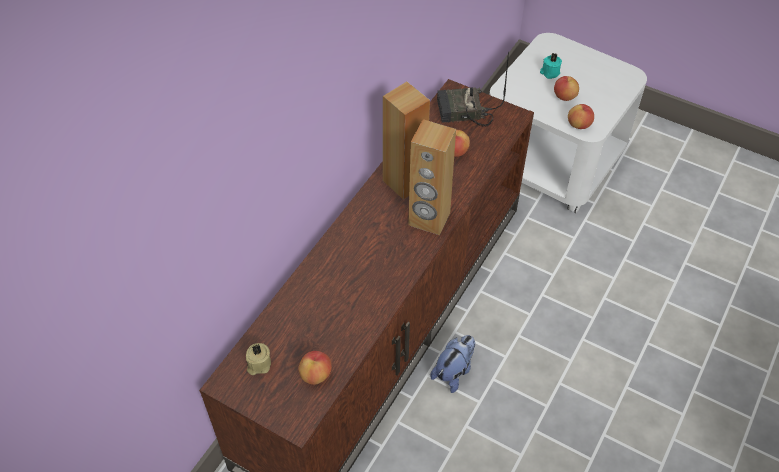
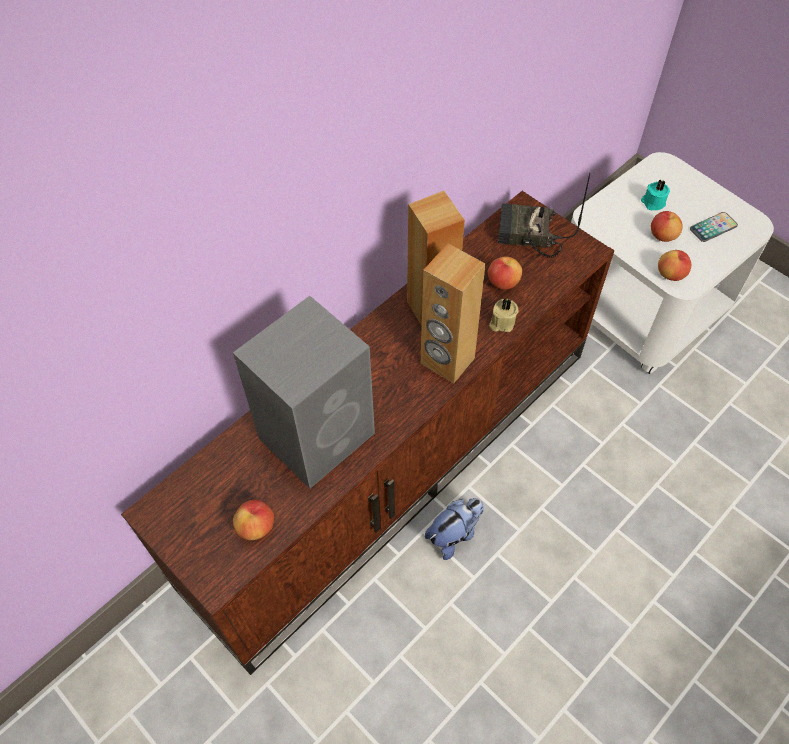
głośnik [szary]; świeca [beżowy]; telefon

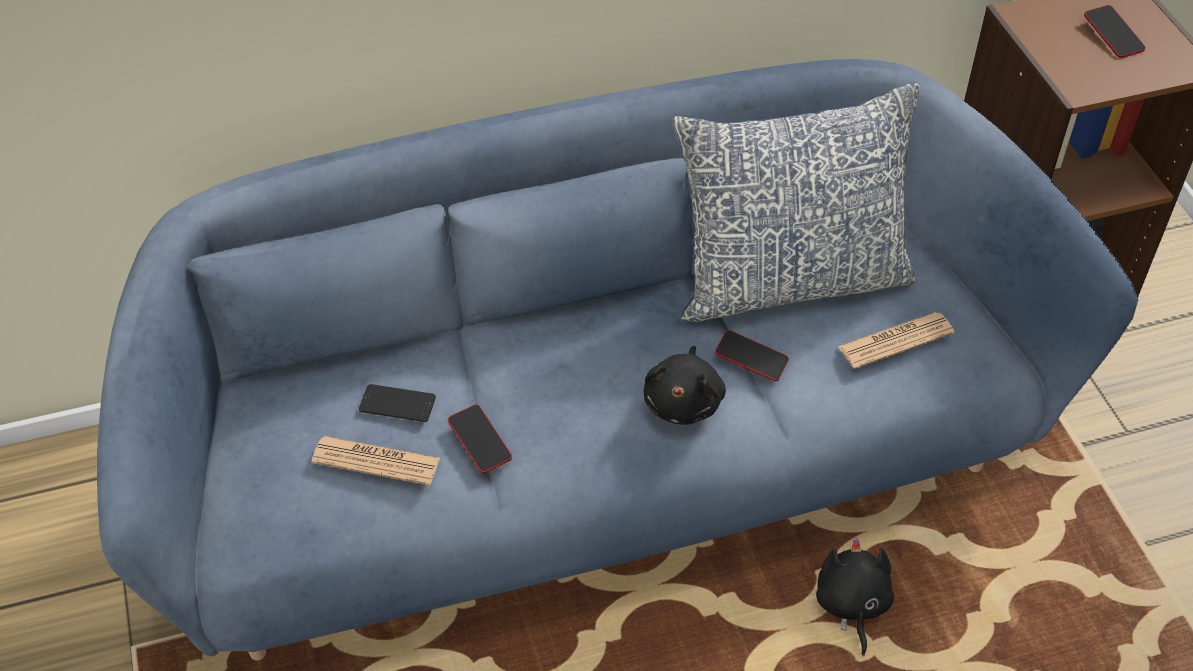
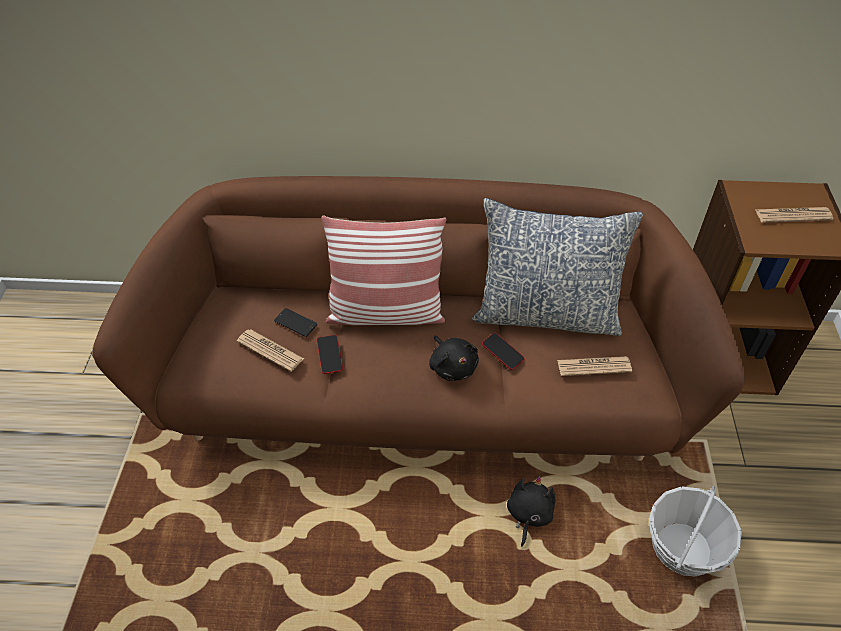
kanapa [brązowy]; poduszka (no. 1 from left); pluszak [czarny] (no. 1 from left); koszyk; gazeta (no. 3 from left)

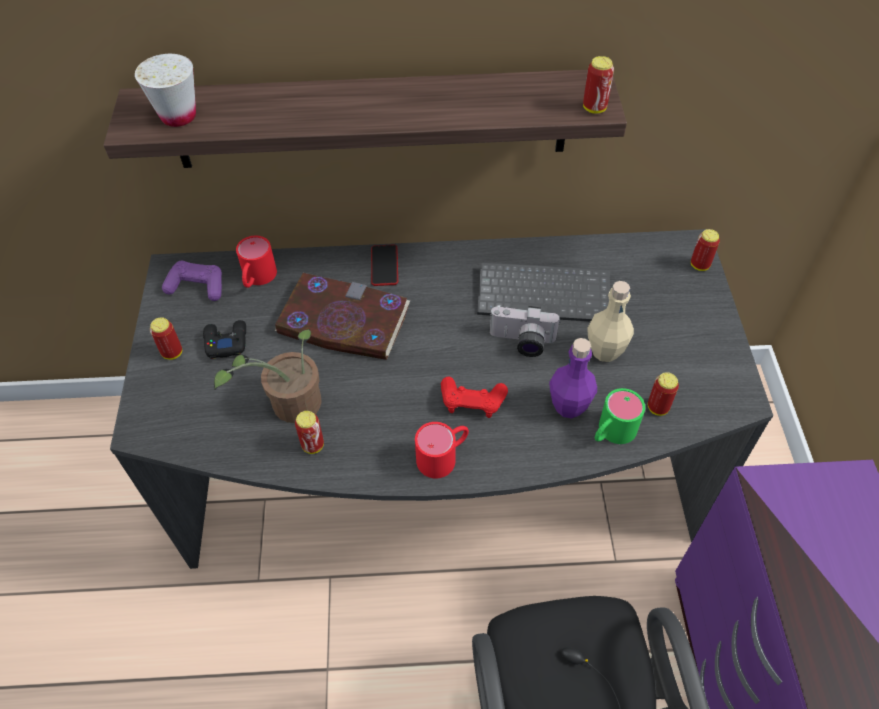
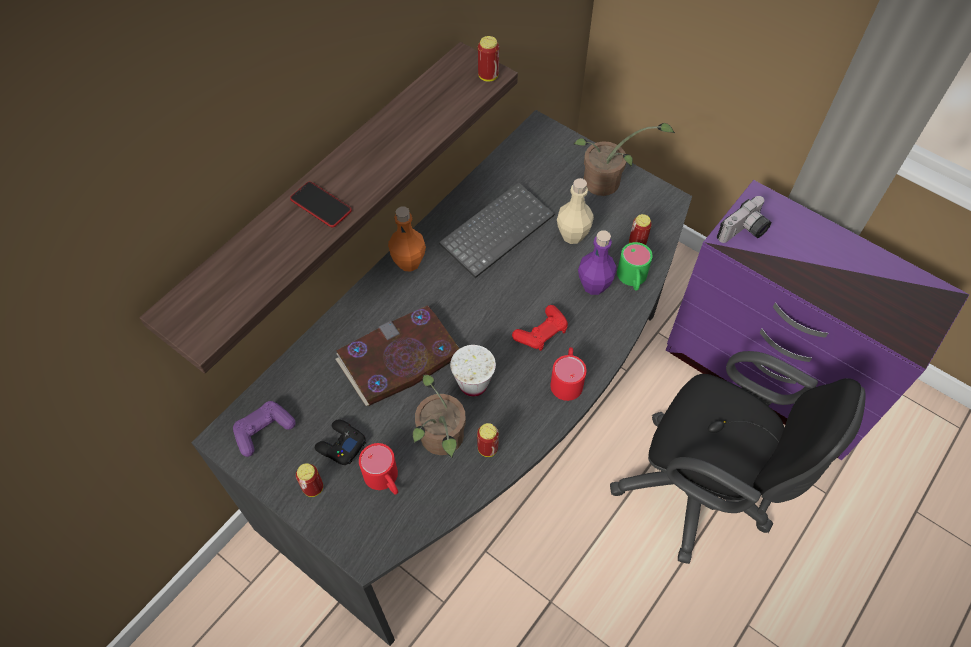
telefon; kubek [czerwony] (no. 1 from left); butelka [pomarańczowy]; filiżanka [biały]; roślina doniczkowa (no. 2 from left); aparat fotograficzny; puszka (no. 5 from left in the first image)

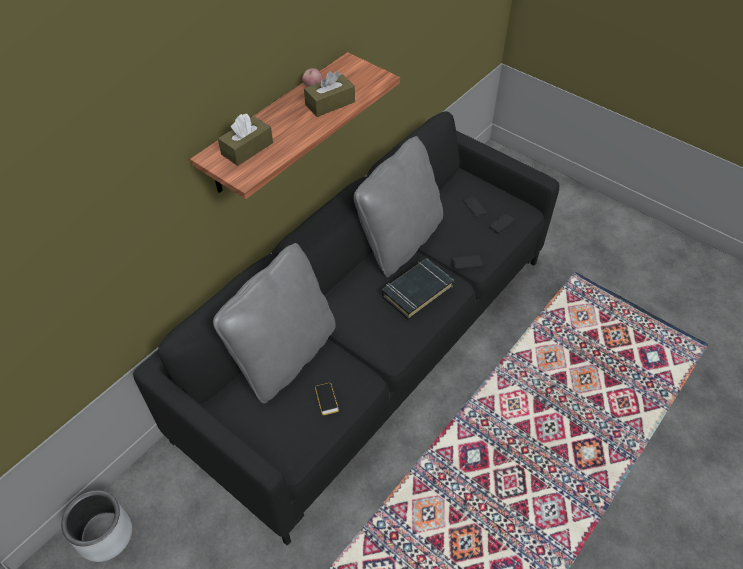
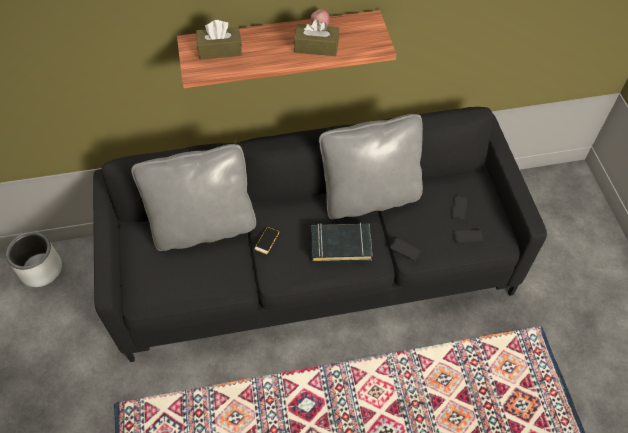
telefon (no. 1 from left)

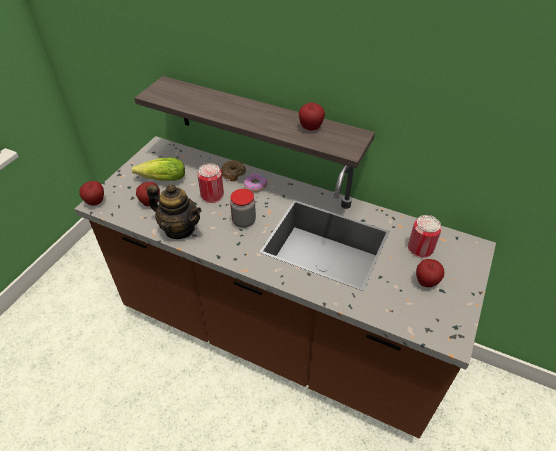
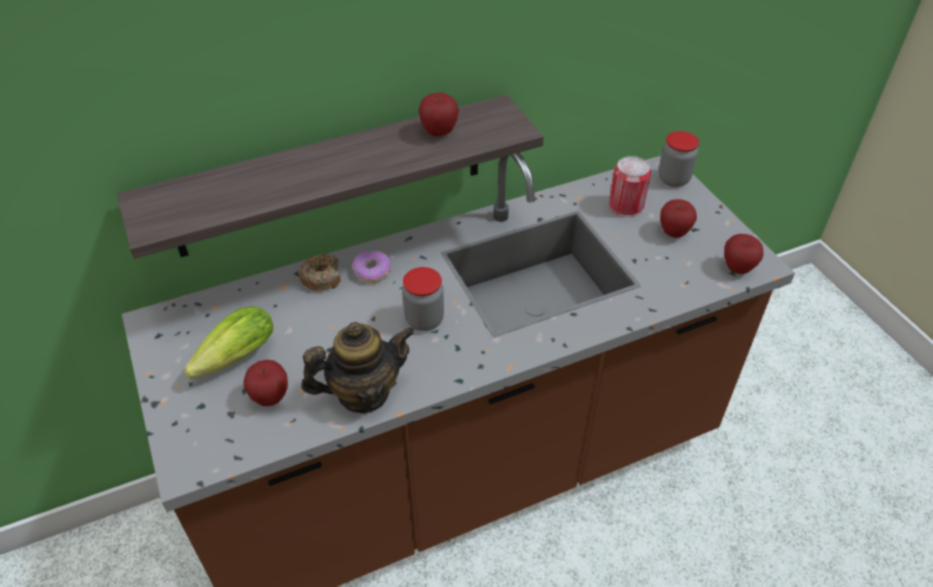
słoik (no. 2 from left); jabłko (no. 4 from left); puszka (no. 1 from left in the first image)

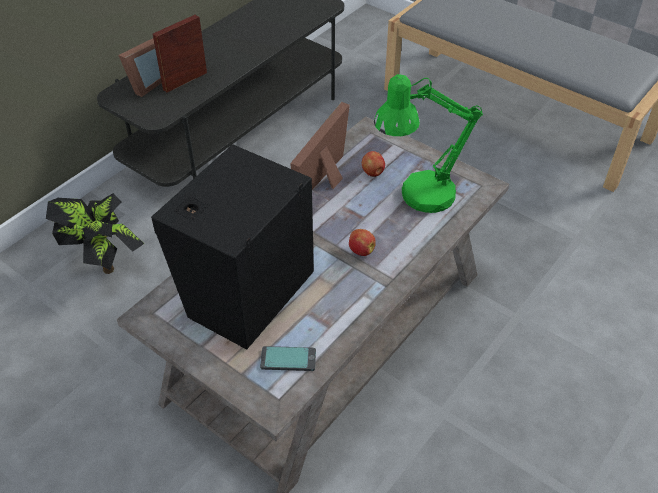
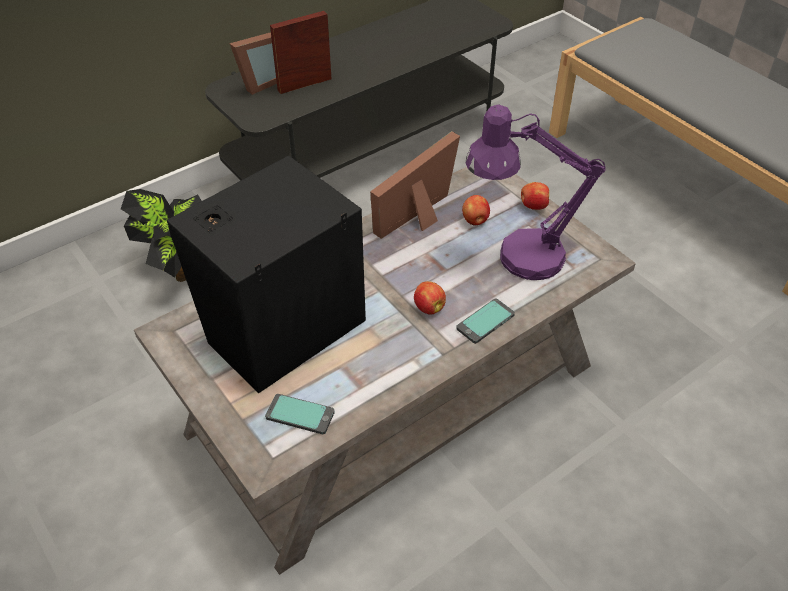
telefon (no. 2 from left); lampa stołowa [fioletowy]; jabłko (no. 3 from left)

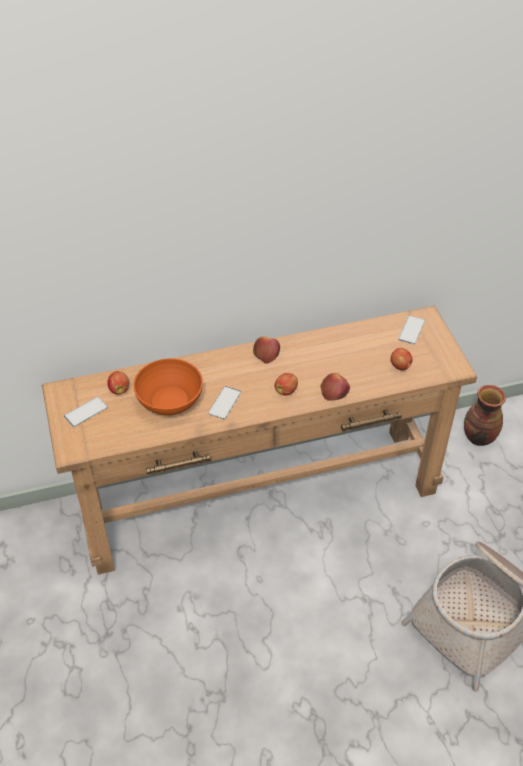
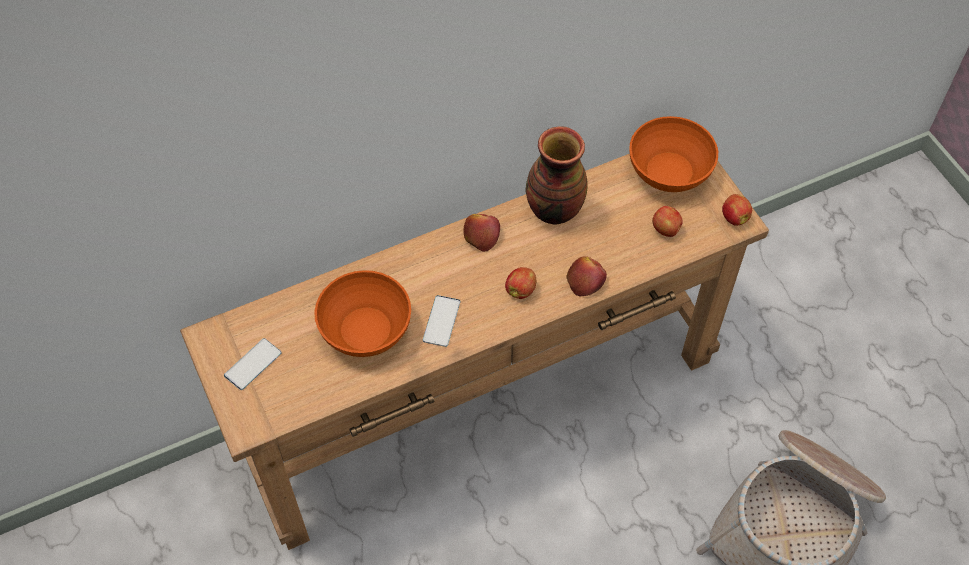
wazon; miska [pomarańczowy] (no. 2 from left); jabłko (no. 5 from left)

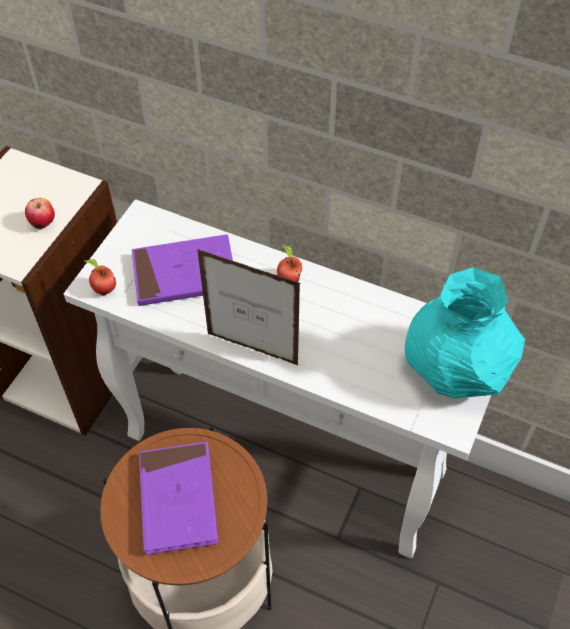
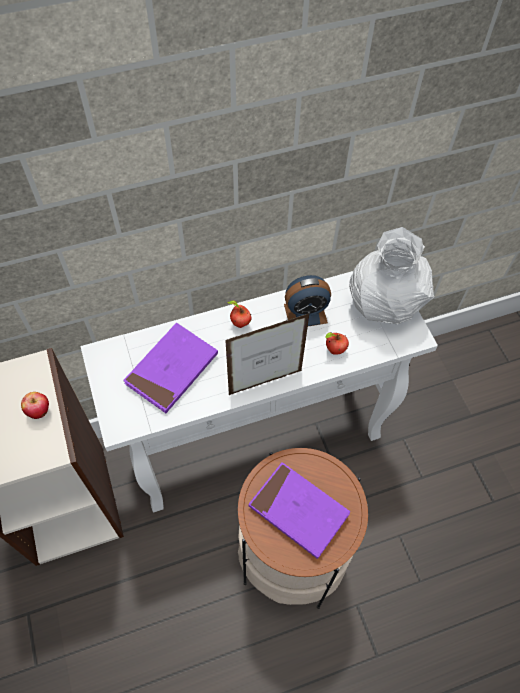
budzik; jabłko (no. 3 from left); wazon [biały]

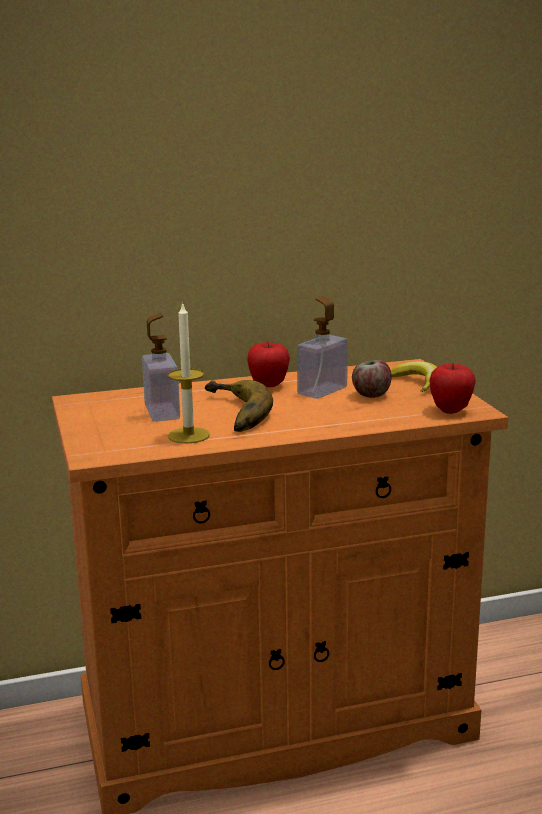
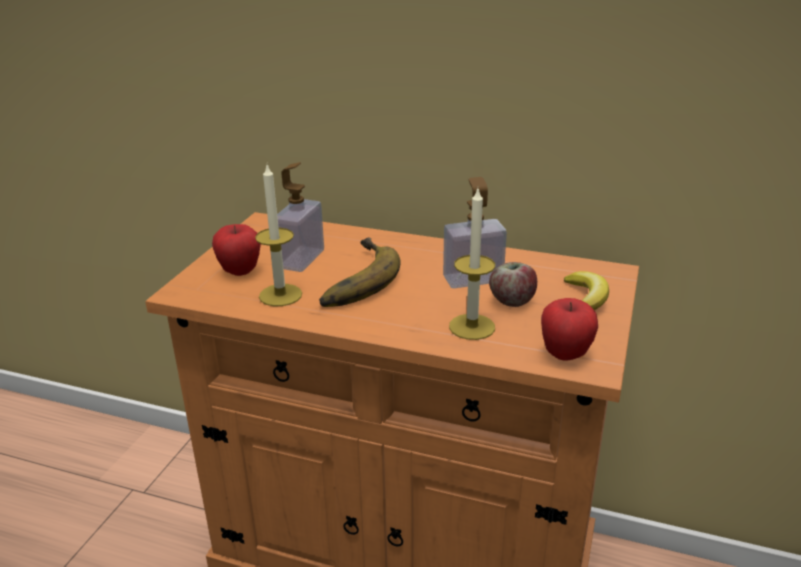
jabłko (no. 1 from left); świeca (no. 2 from left)

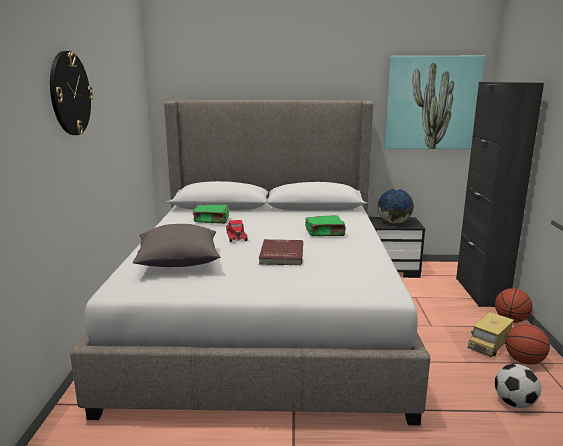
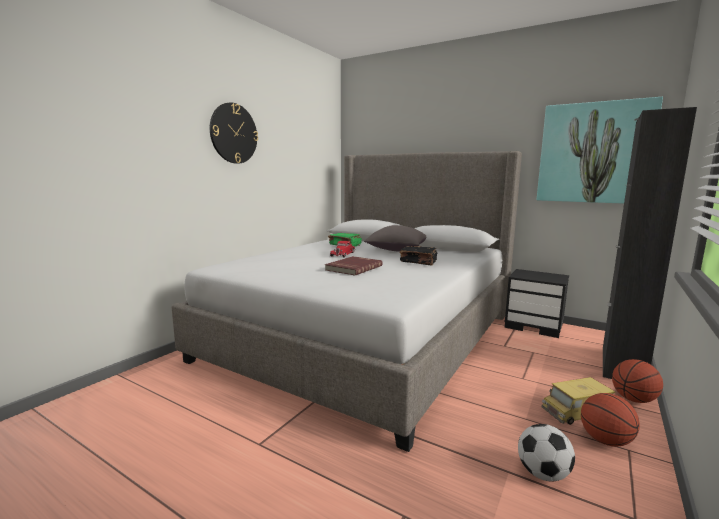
poduszka [szary]; książka [czarny]; globus

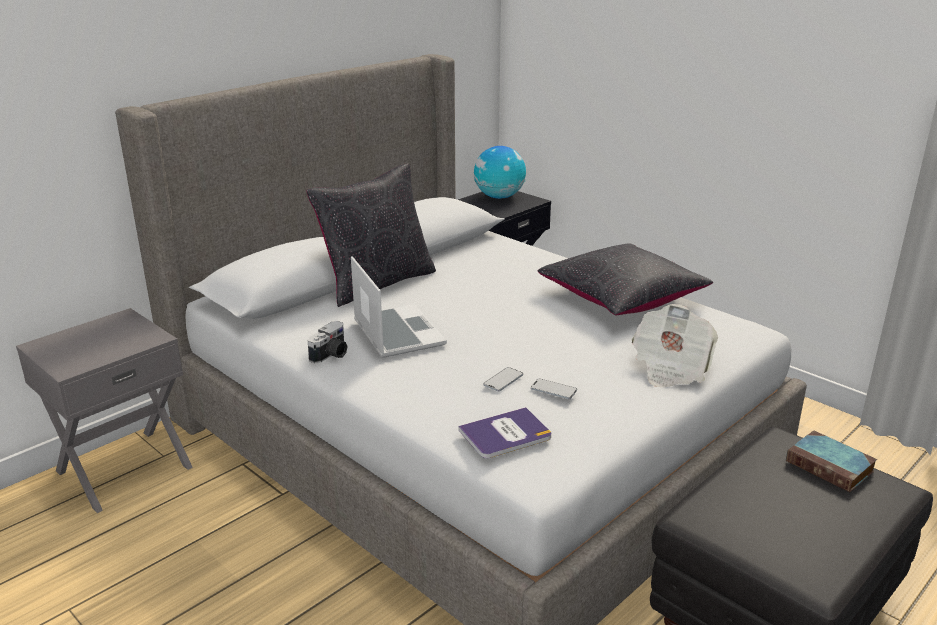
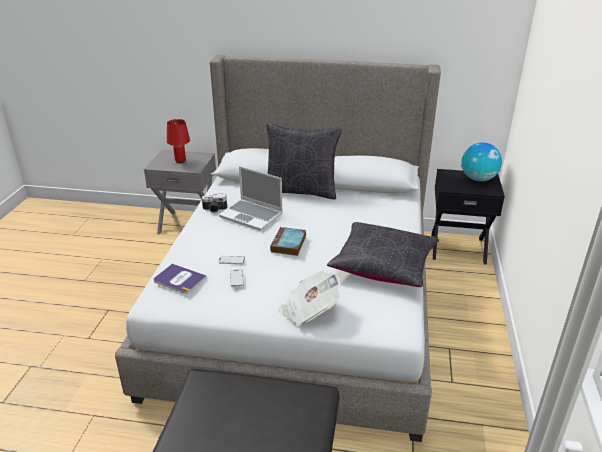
lampa stołowa [czerwony]; laptop; książka (no. 2 from left)

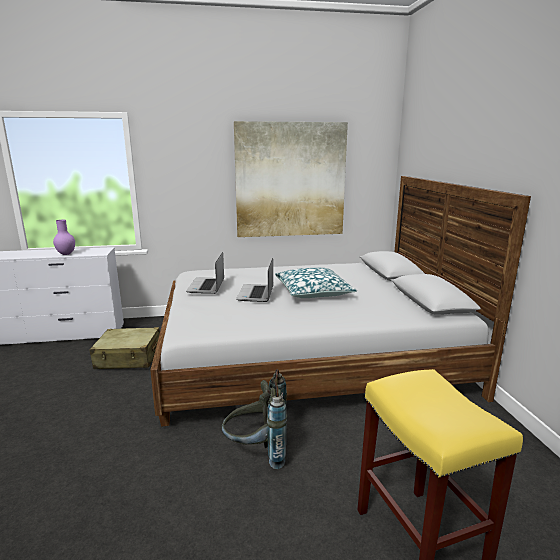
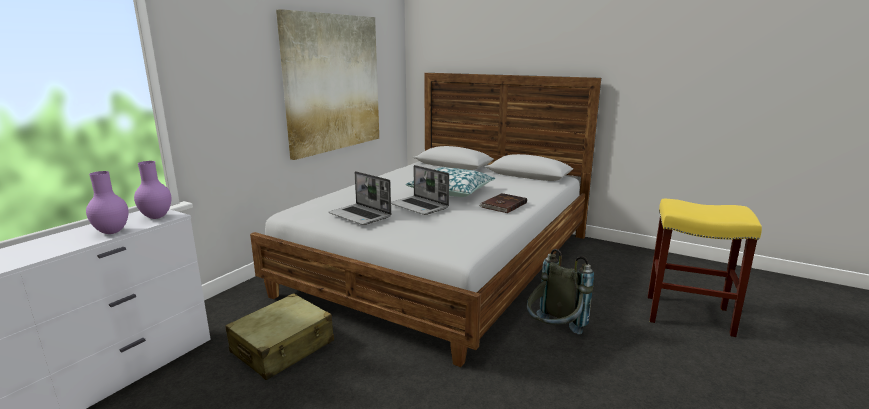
wazon [fioletowy] (no. 2 from left); książka [brązowy]

